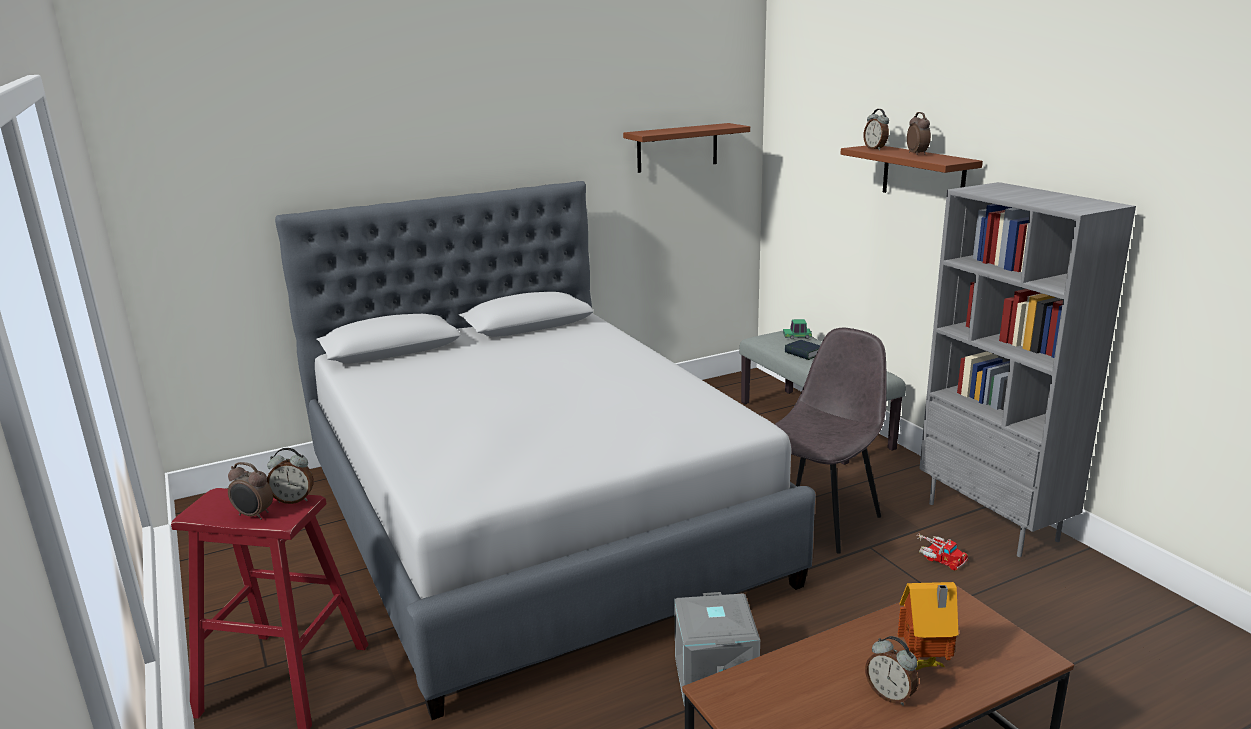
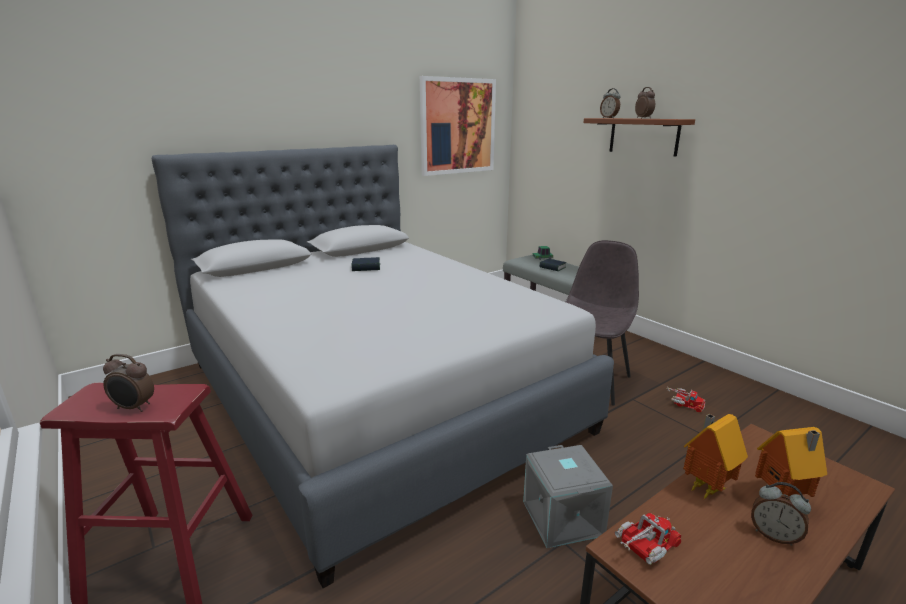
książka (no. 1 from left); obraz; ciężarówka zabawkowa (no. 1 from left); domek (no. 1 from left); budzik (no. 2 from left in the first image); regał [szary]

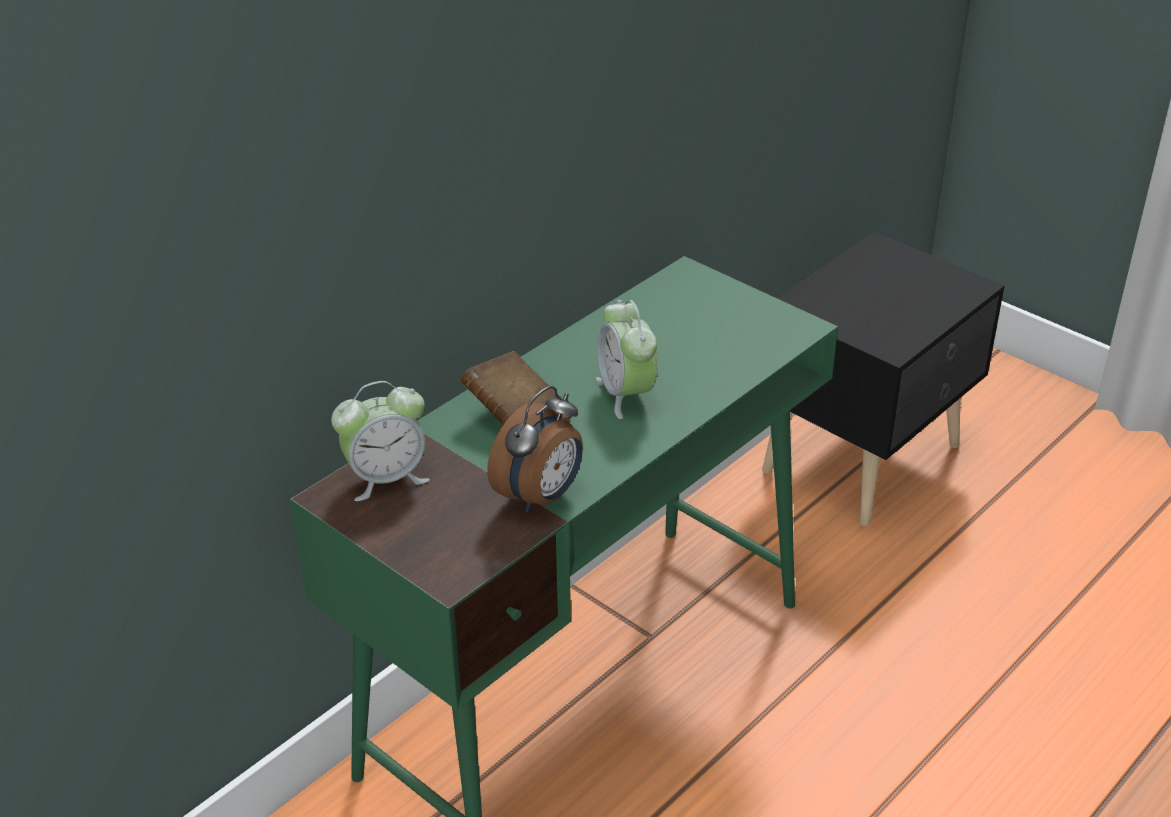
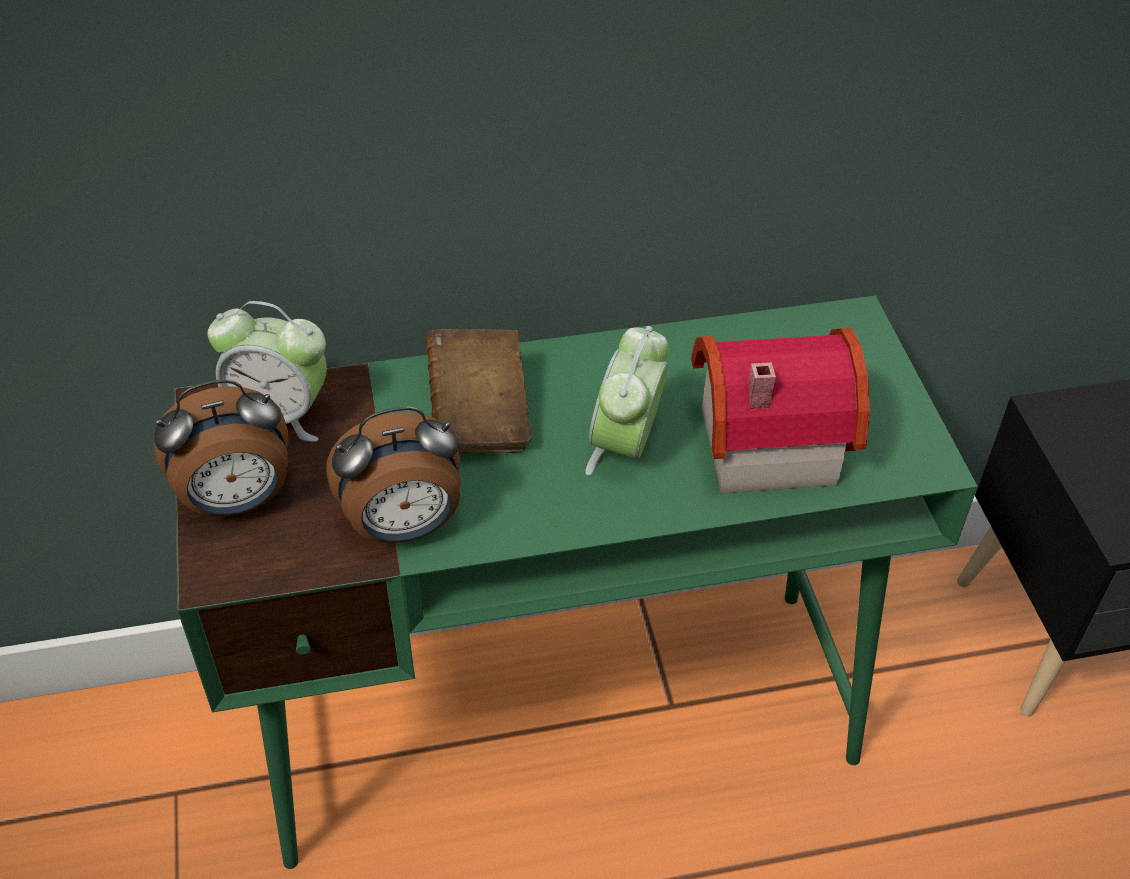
budzik (no. 1 from left); domek

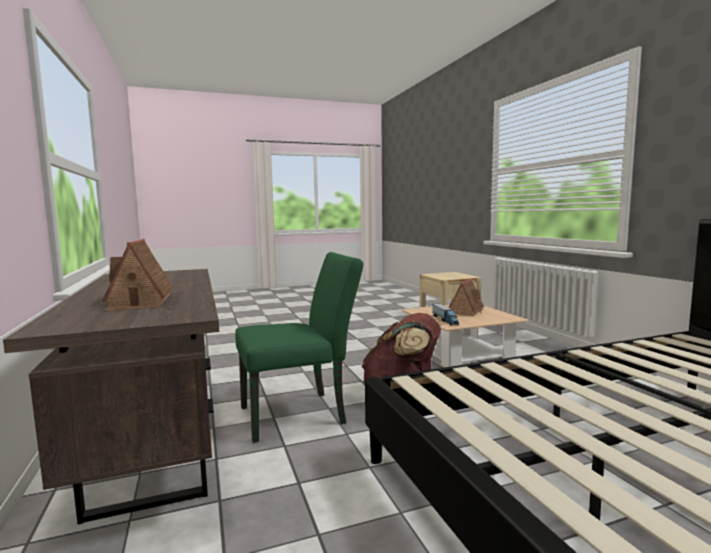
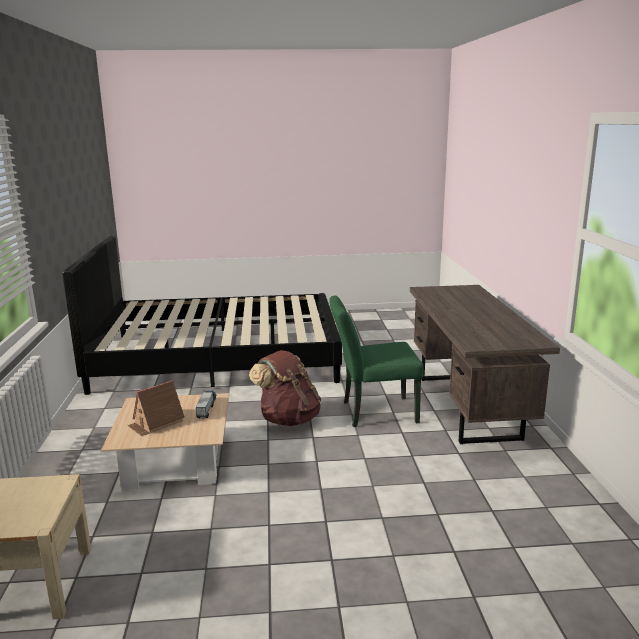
domek (no. 1 from left in the first image)

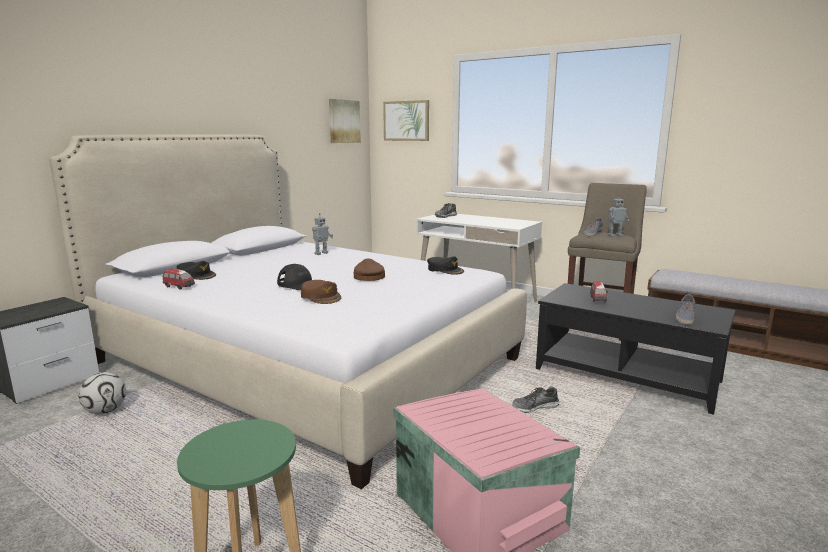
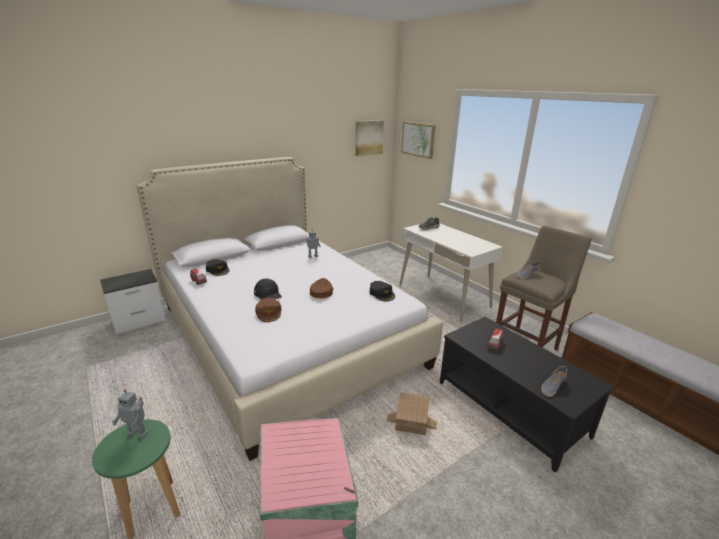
robot zabawkowy (no. 1 from left); domek; piłka futbolowa

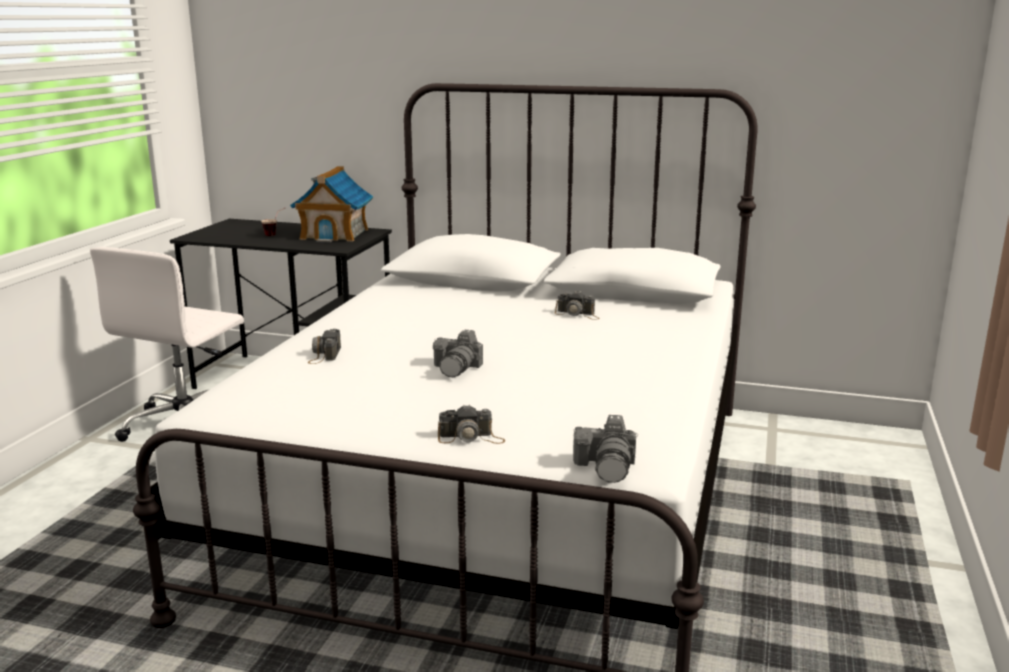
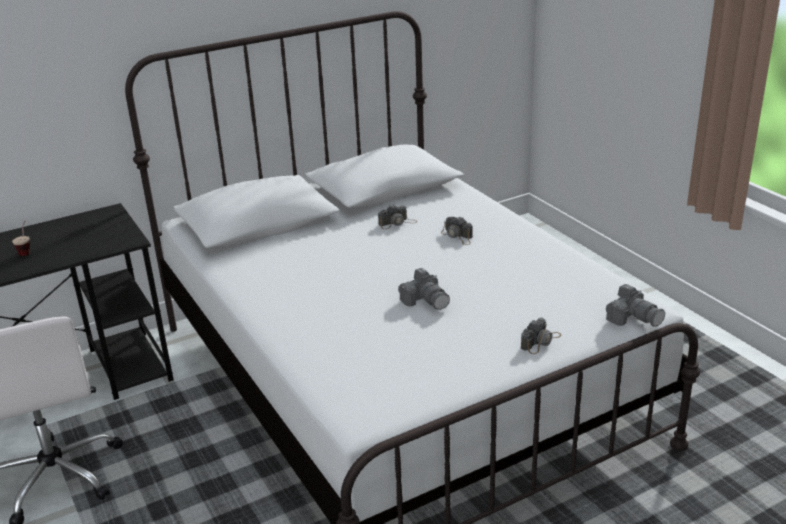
aparat fotograficzny (no. 3 from left); domek

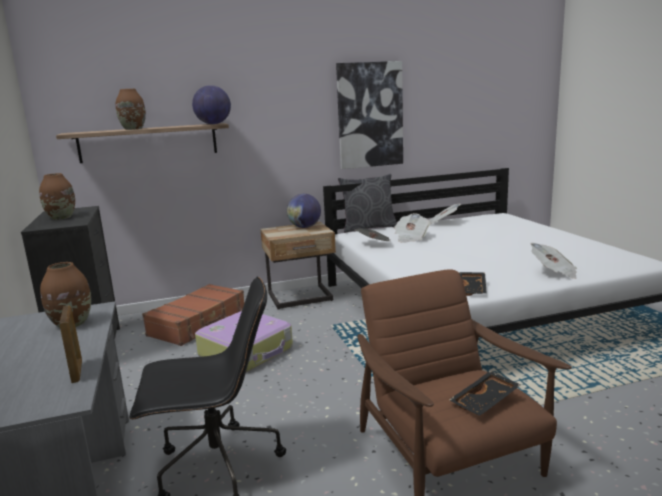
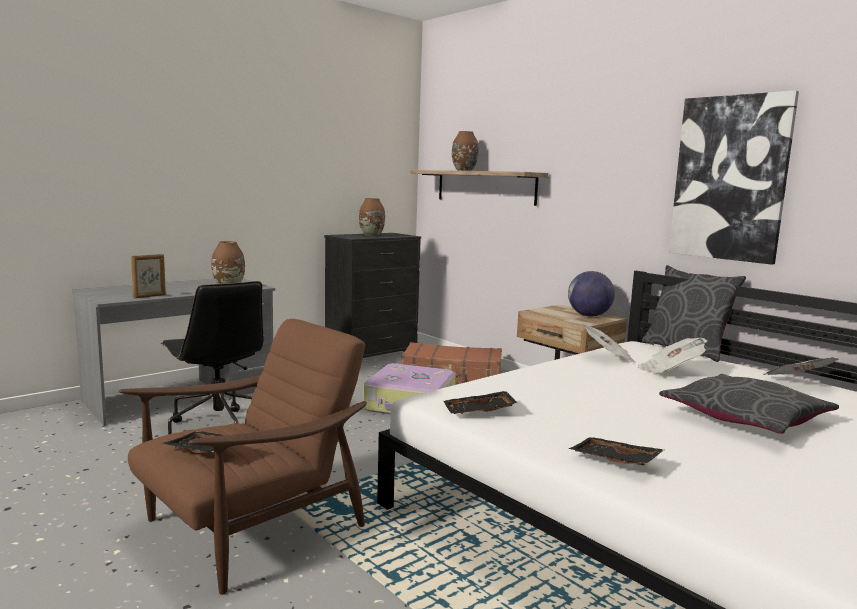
taca [czarny] (no. 3 from left); poduszka [szary] (no. 2 from left); globus (no. 1 from left in the first image)

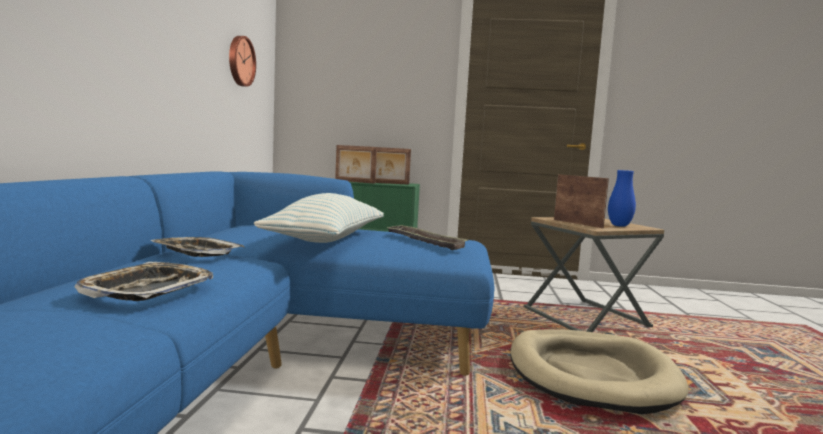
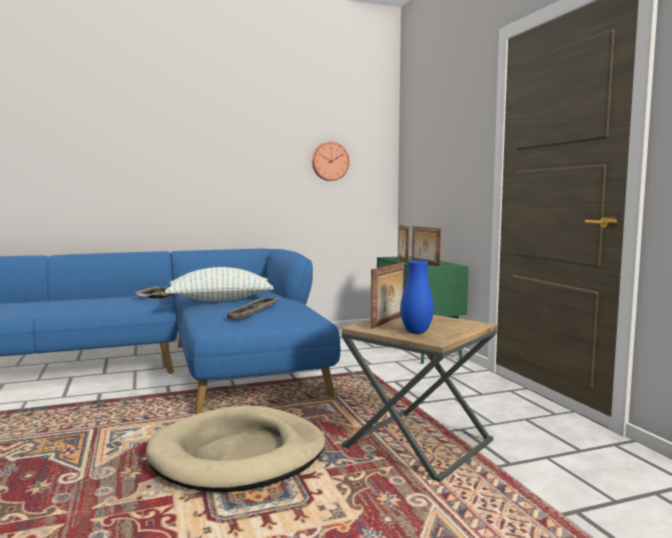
taca (no. 1 from left in the first image)

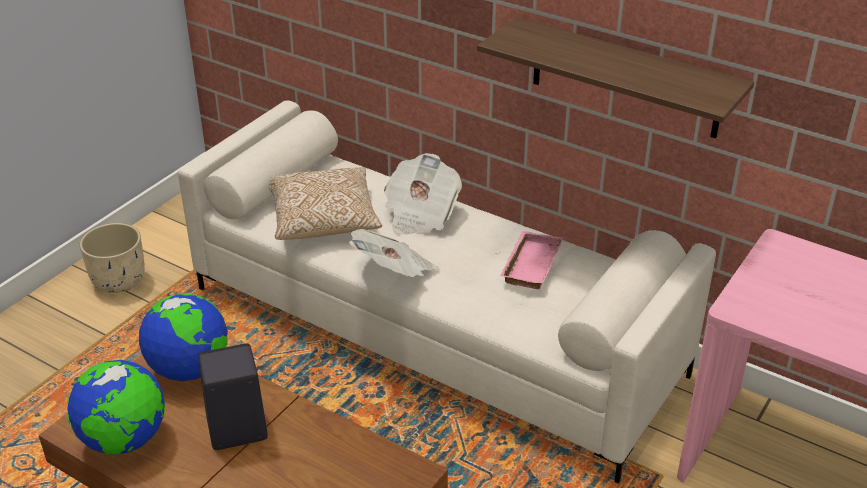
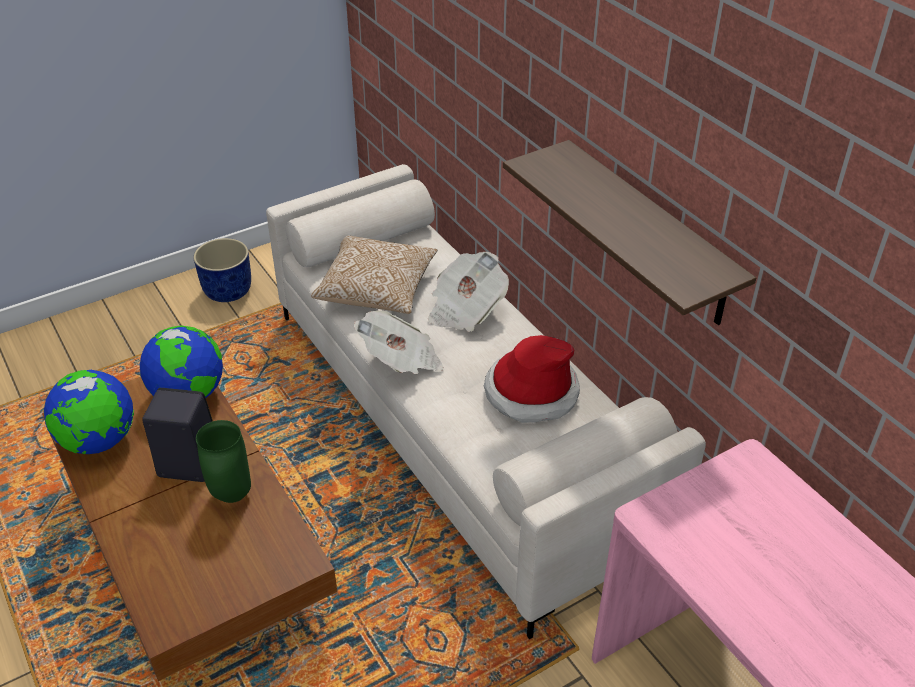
donica [niebieski]; wazon [zielony]; kapelusz

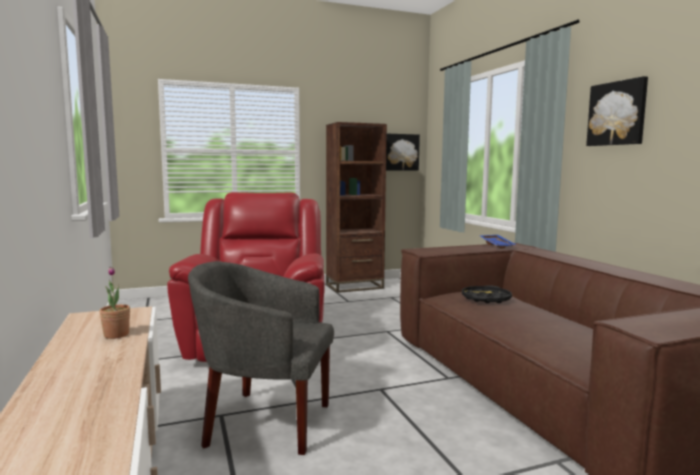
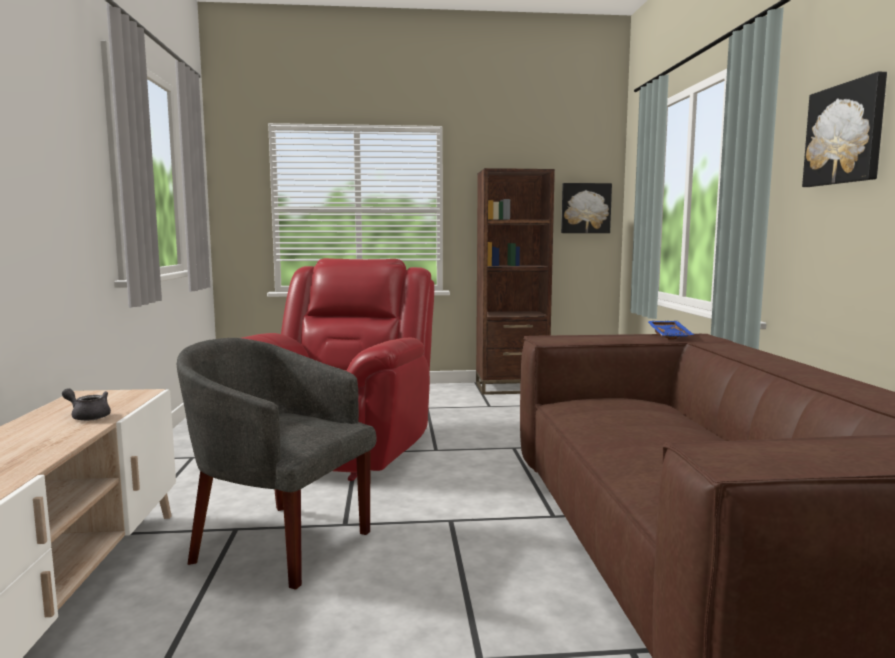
imbryk [szary]; taca [czarny]

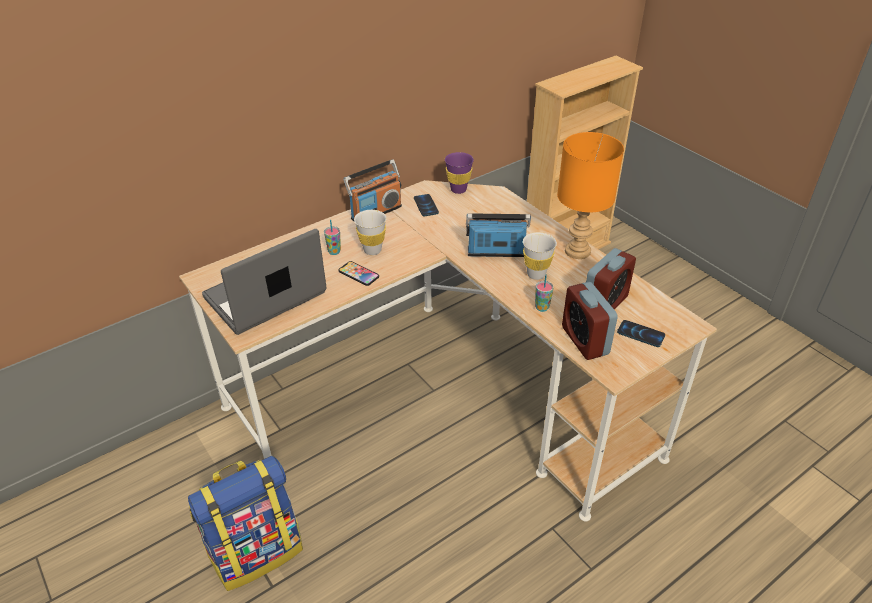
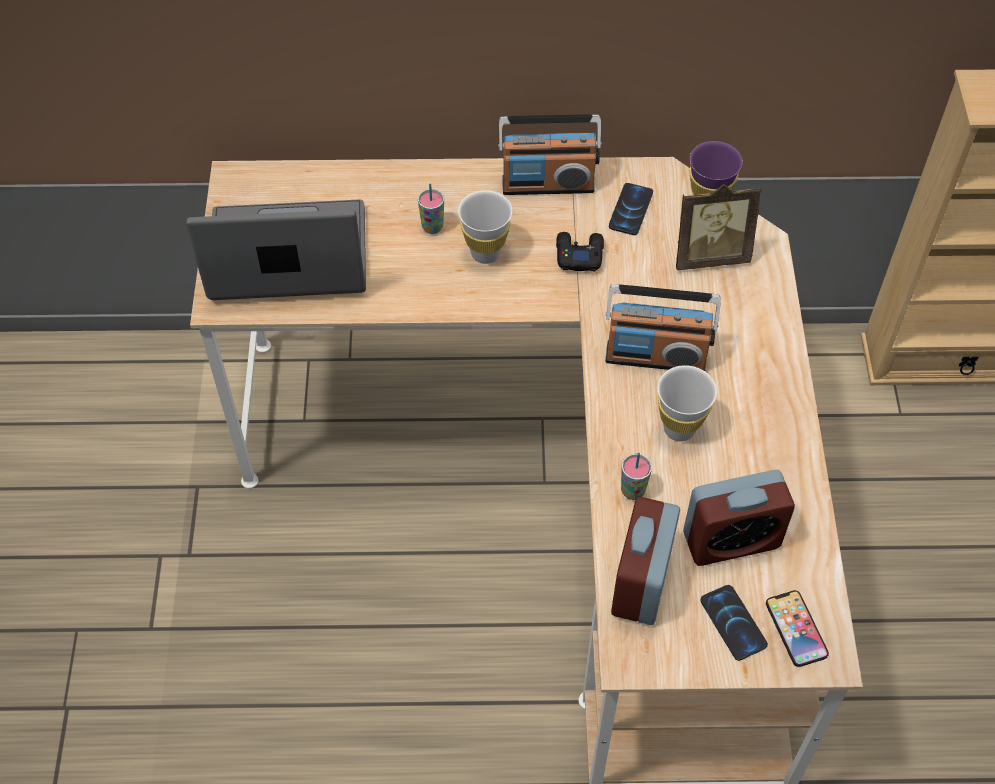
pad do gier [czarny]; radio (no. 2 from left); ramka na zdjęcie; telefon (no. 3 from left); plecak; lampa stołowa [pomarańczowy]

